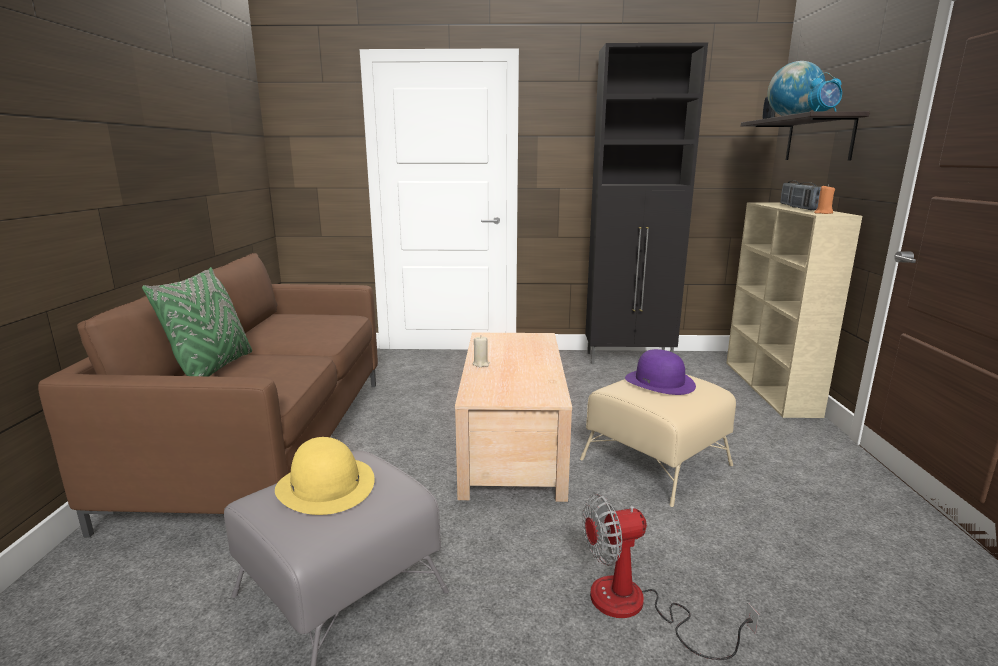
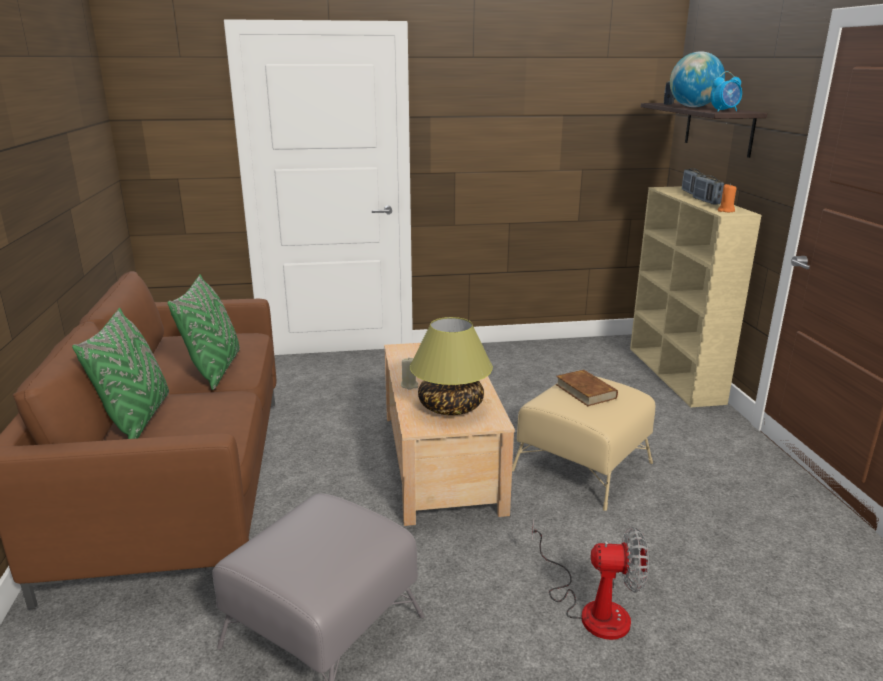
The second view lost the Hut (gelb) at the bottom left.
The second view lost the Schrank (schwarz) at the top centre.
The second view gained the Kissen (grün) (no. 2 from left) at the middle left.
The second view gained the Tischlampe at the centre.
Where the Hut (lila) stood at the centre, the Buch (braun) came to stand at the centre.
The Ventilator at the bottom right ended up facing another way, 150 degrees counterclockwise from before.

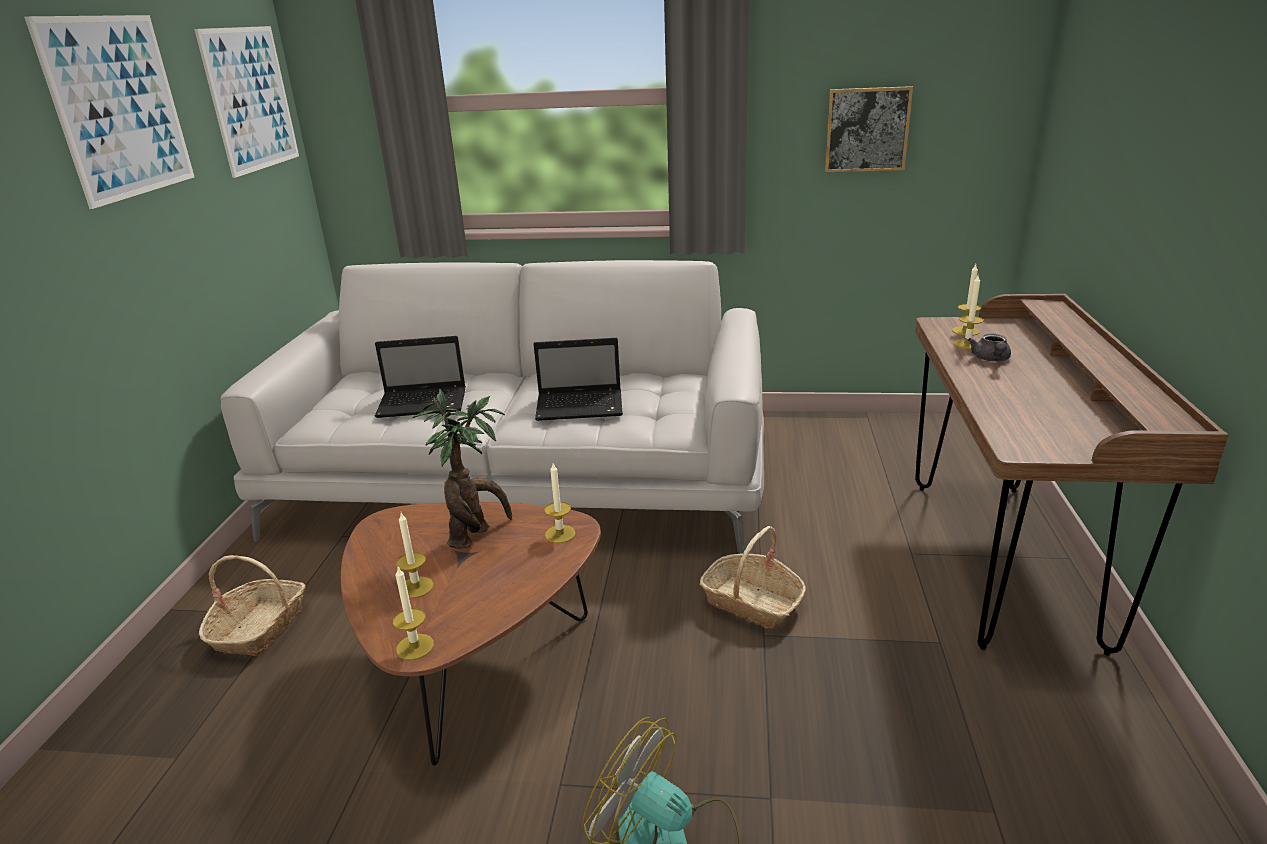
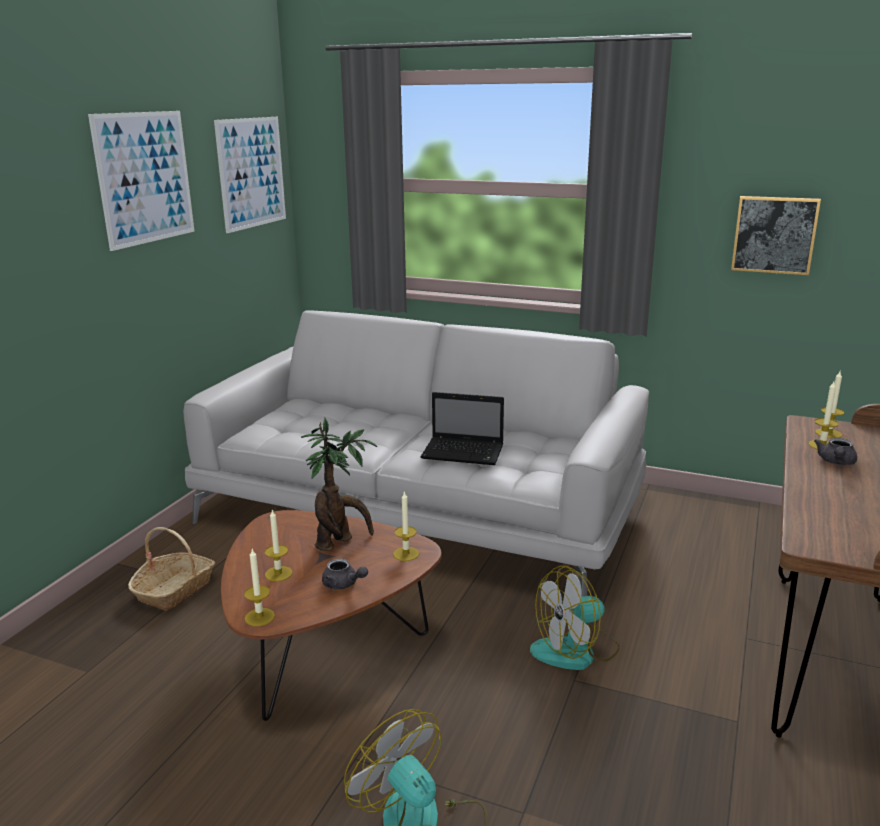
The second view lost the Laptop (no. 1 from left) at the middle left.
The second view gained the Teekanne (grau) (no. 1 from left) at the bottom centre.
Where the Korb (no. 2 from left) stood at the bottom centre, the Ventilator (no. 2 from left) came to stand at the bottom centre.

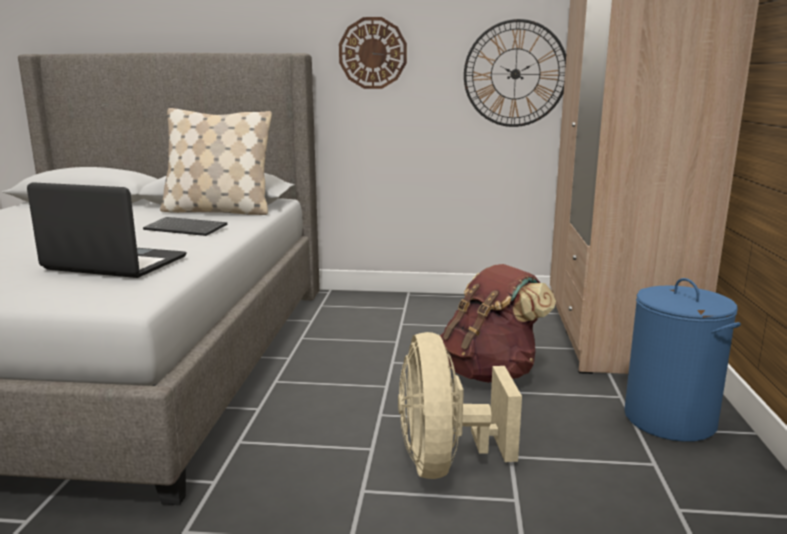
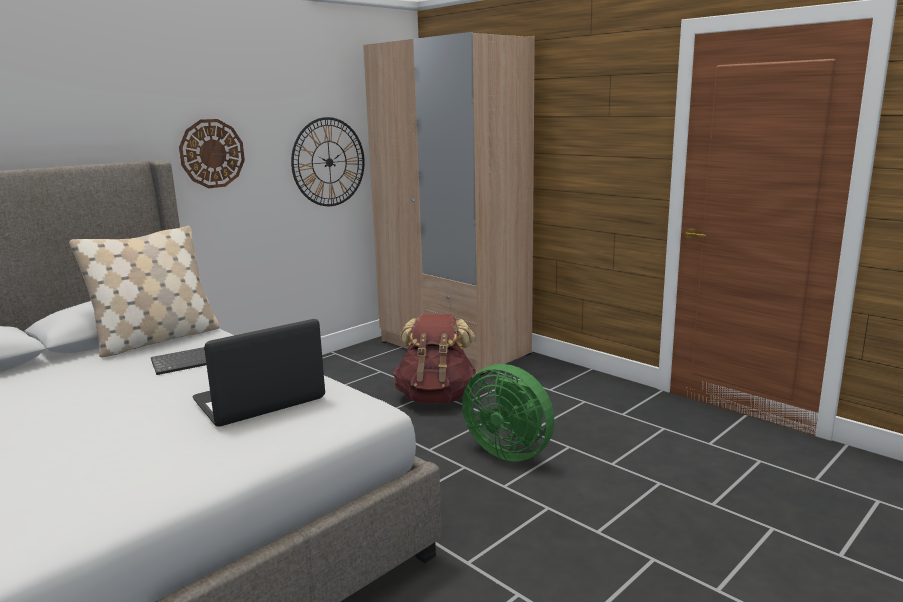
The second view lost the Wäschekorb (blau) at the bottom right.
What was the Ventilator (beige) at the bottom centre turned into the Ventilator (grün) at the bottom centre.

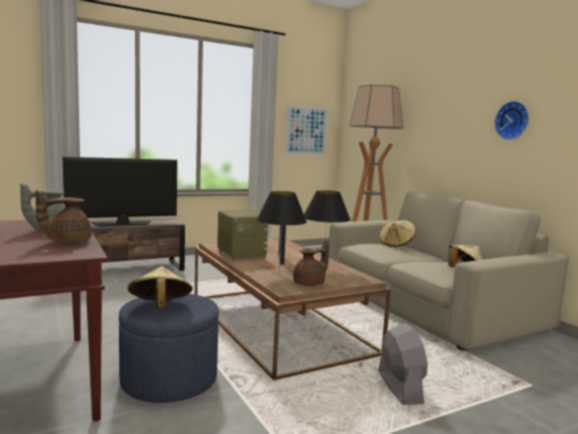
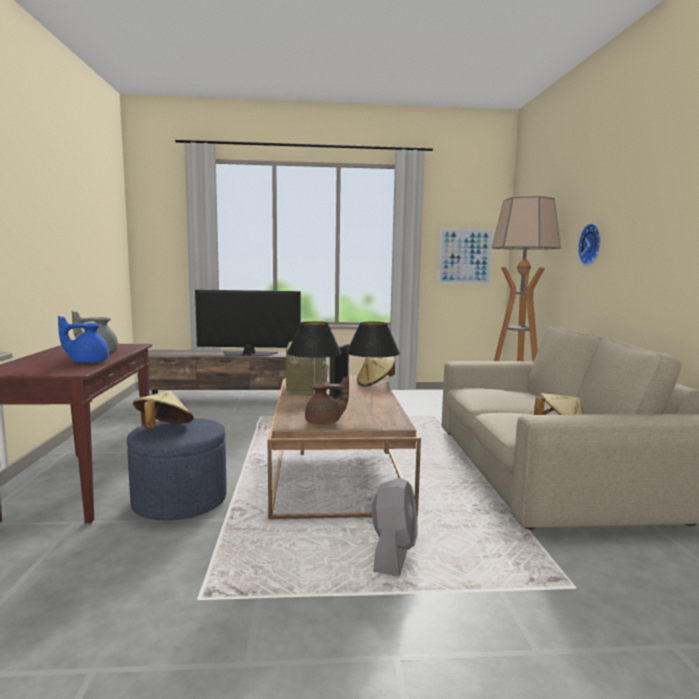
The Hut (beige) (no. 2 from left) ended up elsewhere, having gone from the middle right to the centre.
The Wanduhr ended up elsewhere, having gone from the top right to the middle right.
What was the Teekanne (braun) (no. 1 from left) at the middle left turned into the Teekanne (blau) at the middle left.

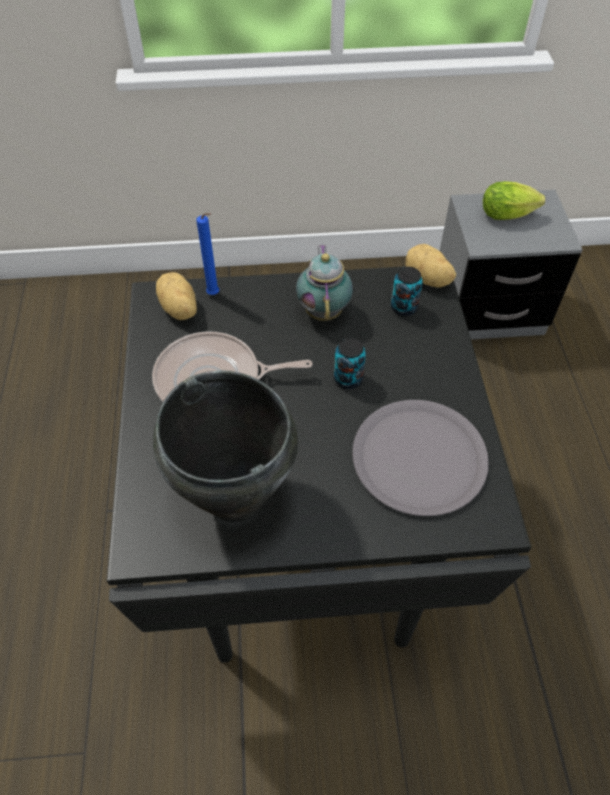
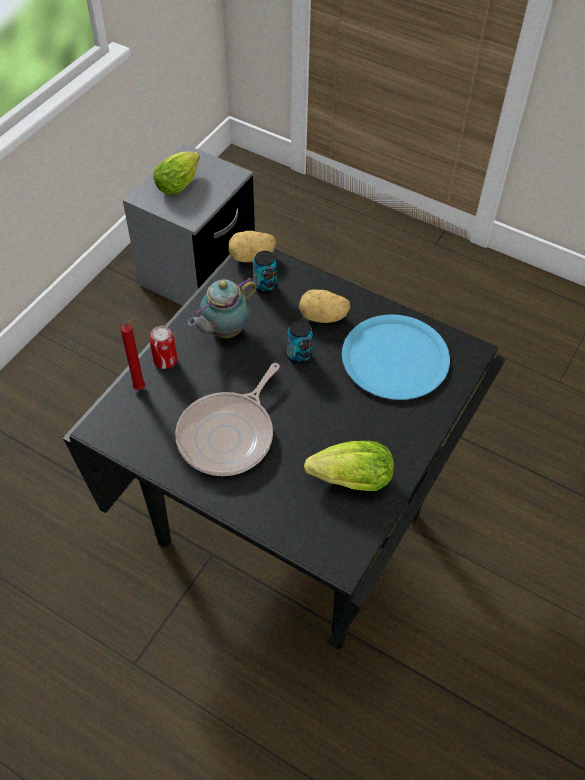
The second view gained the Dose (no. 1 from left) at the middle left.
The Kartoffel (no. 1 from left in the first image) ended up elsewhere, having gone from the middle left to the centre.
Where the Kochtopf (schwarz) stood at the centre, the Salatkopf (no. 2 from left) came to stand at the centre.
What was the Kerze (blau) at the top centre turned into the Kerze (rot) at the middle left.
What was the Teller (grau) at the middle right turned into the Teller (blau) at the middle right.
The Teekanne at the centre ended up facing another way, 75 degrees counterclockwise from before.

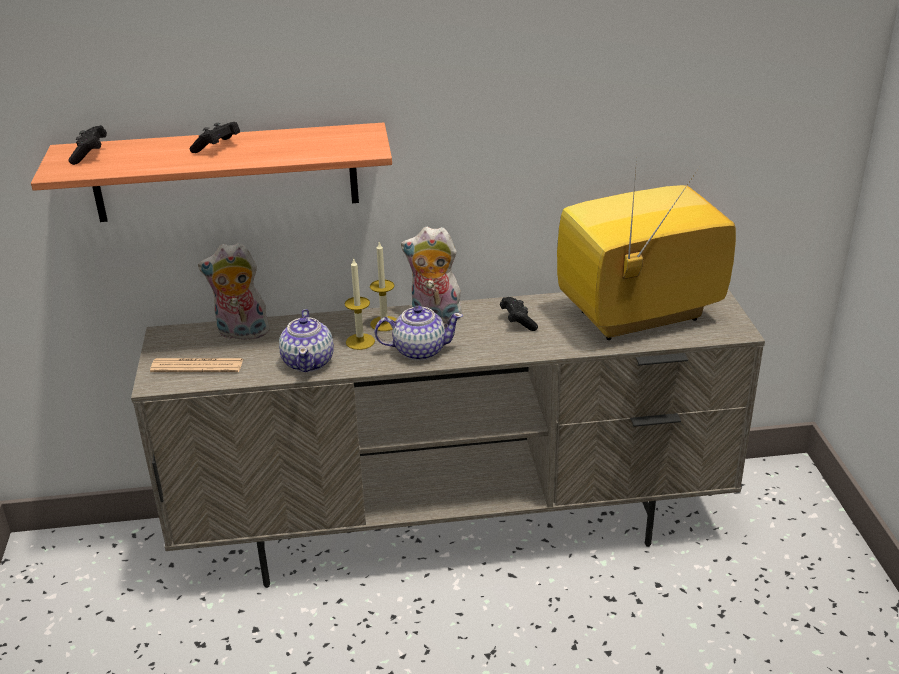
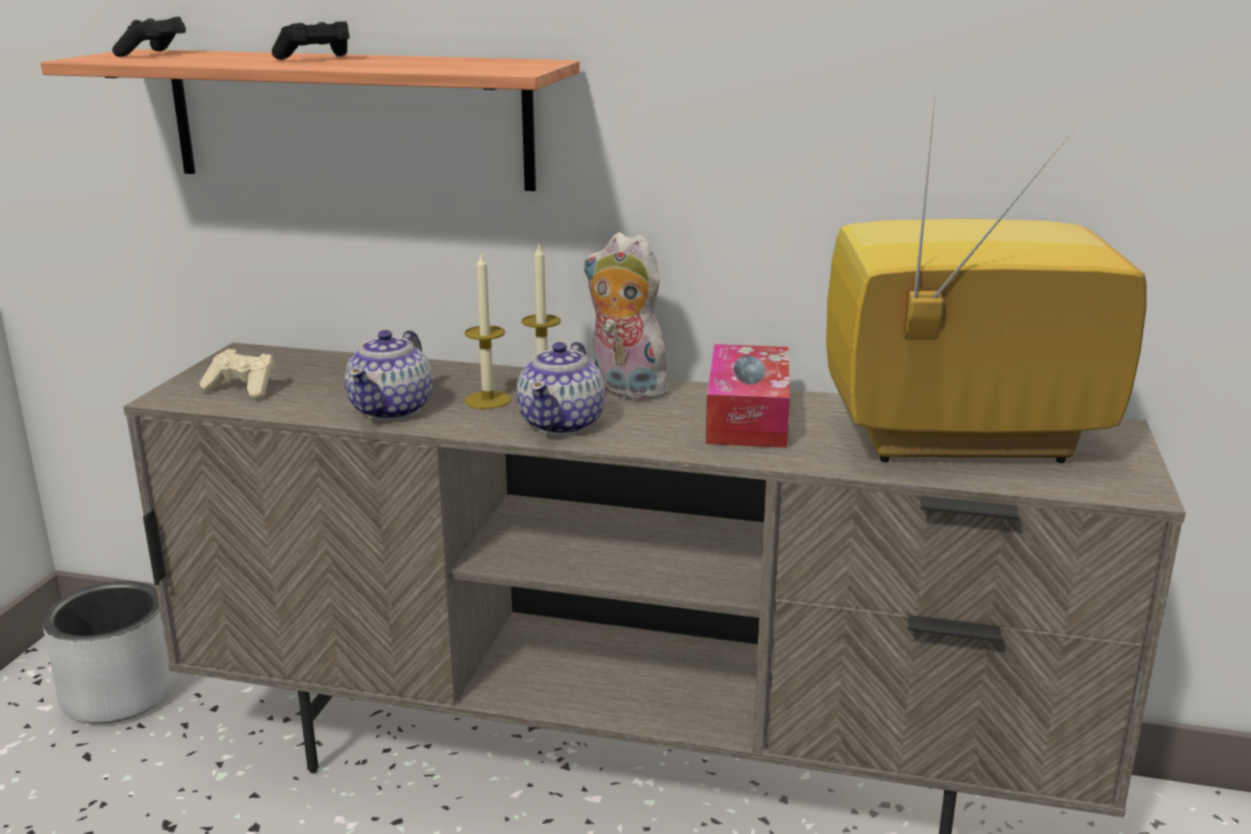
The second view lost the Plüschtier (no. 1 from left) at the middle left.
The second view gained the Pflanzkübel (grau) at the bottom left.
Where the Zeitung stood at the middle left, the Gamepad (beige) came to stand at the middle left.
Where the Gamepad (schwarz) (no. 3 from left) stood at the centre, the Taschentuchbox came to stand at the centre.
The Teekanne (no. 2 from left) at the centre ended up facing another way, 90 degrees clockwise from before.

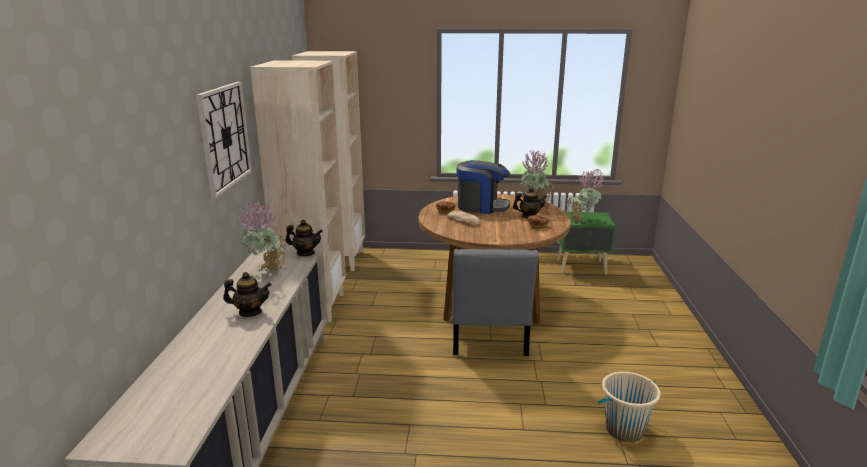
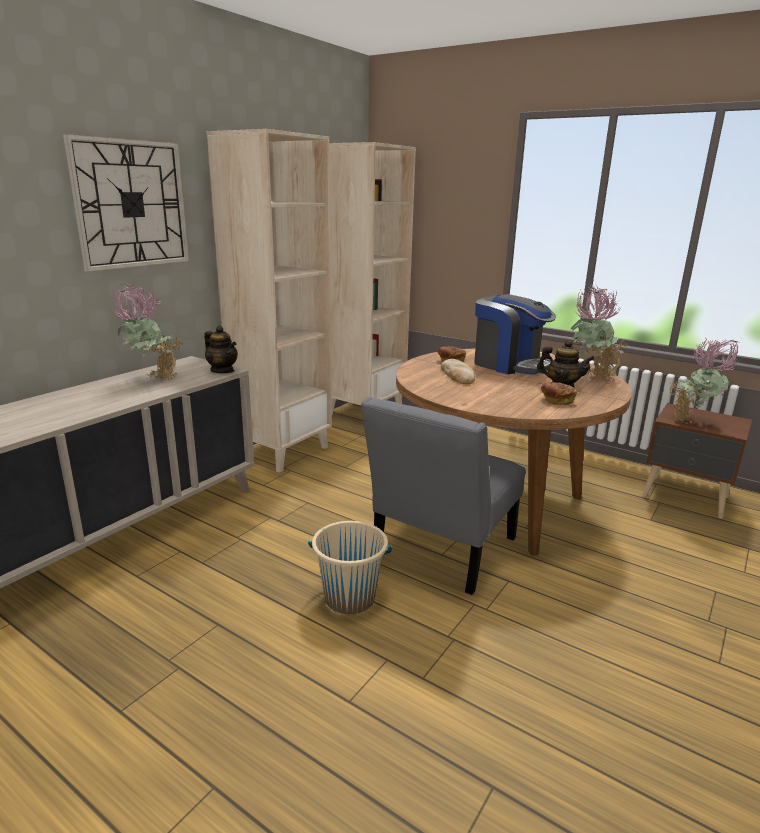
The second view lost the Teekanne (no. 1 from left) at the middle left.
The Eimer (beige) ended up elsewhere, having gone from the bottom right to the bottom centre.
What was the Nachttisch (grün) at the middle right turned into the Nachttisch (braun) at the middle right.

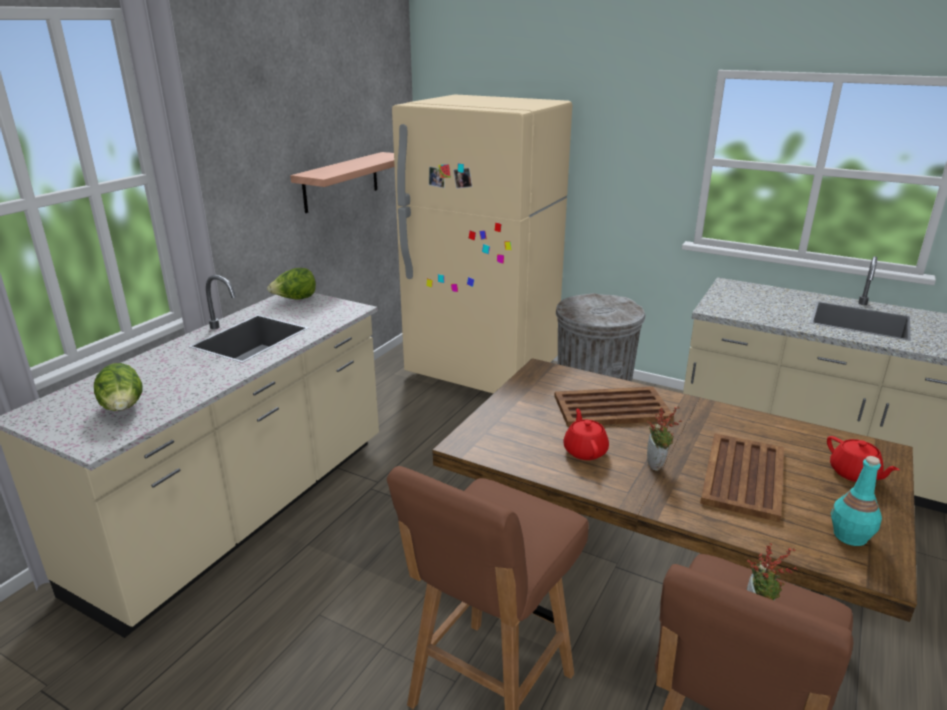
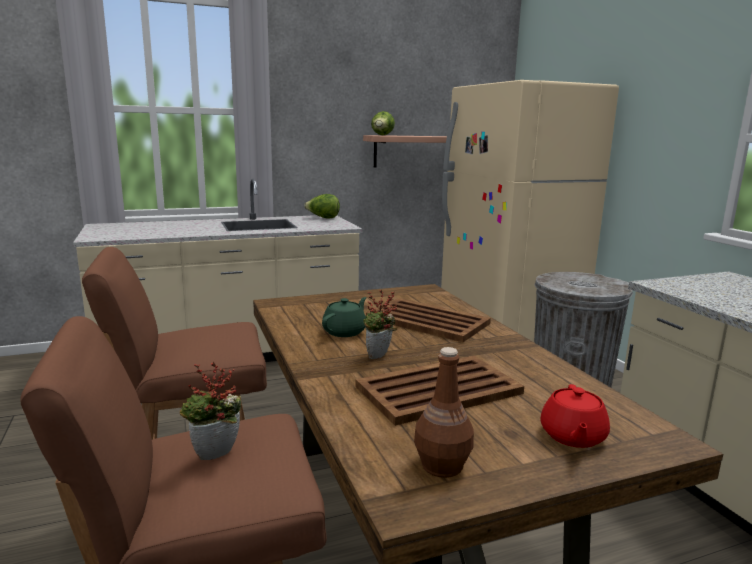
The Salatkopf (no. 1 from left in the first image) ended up elsewhere, having gone from the middle left to the top centre.
What was the Teekanne (rot) (no. 1 from left) at the centre turned into the Teekanne (grün) at the centre.
What was the Flasche (türkis) at the bottom right turned into the Flasche (braun) at the bottom centre.

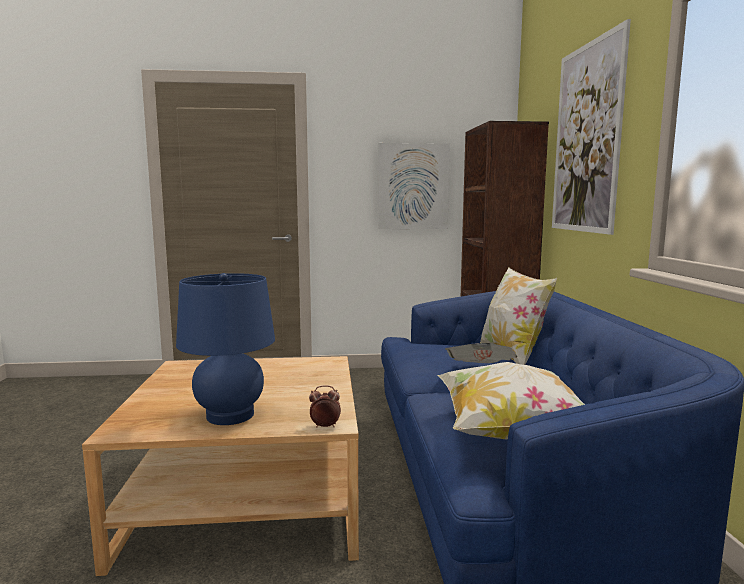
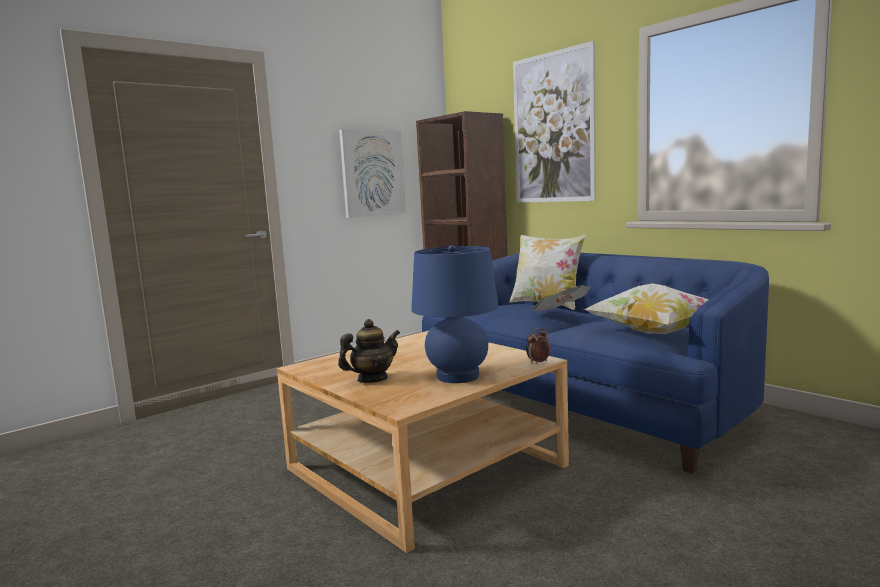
The second view gained the Teekanne at the centre.

